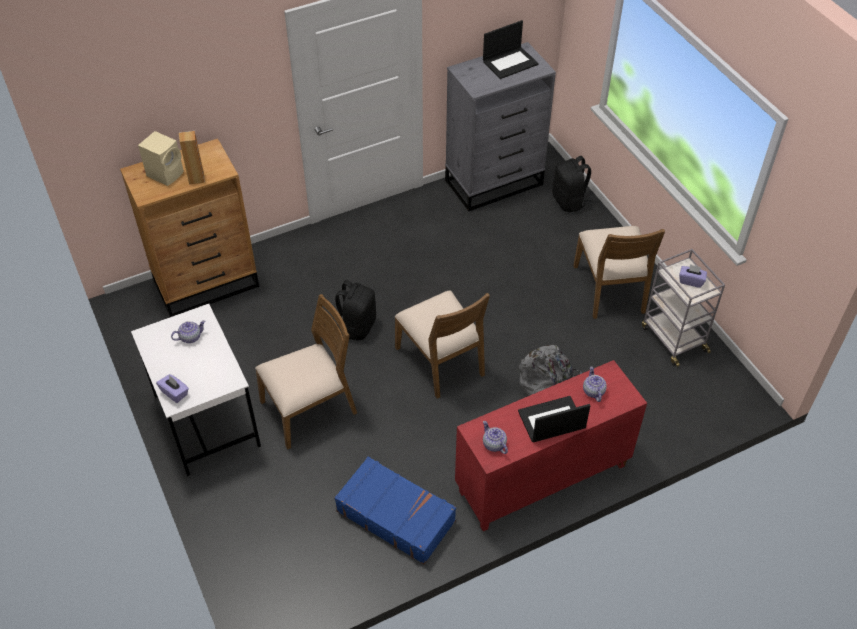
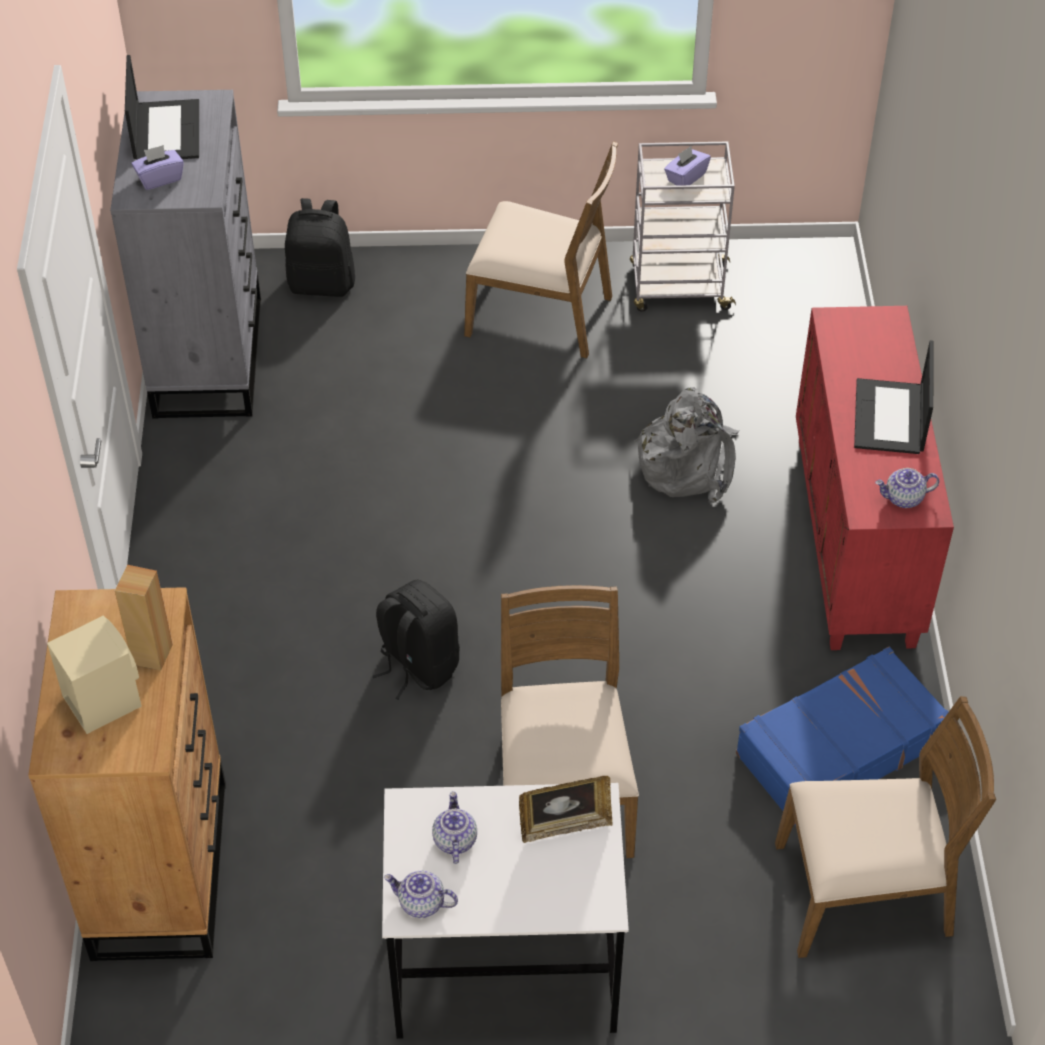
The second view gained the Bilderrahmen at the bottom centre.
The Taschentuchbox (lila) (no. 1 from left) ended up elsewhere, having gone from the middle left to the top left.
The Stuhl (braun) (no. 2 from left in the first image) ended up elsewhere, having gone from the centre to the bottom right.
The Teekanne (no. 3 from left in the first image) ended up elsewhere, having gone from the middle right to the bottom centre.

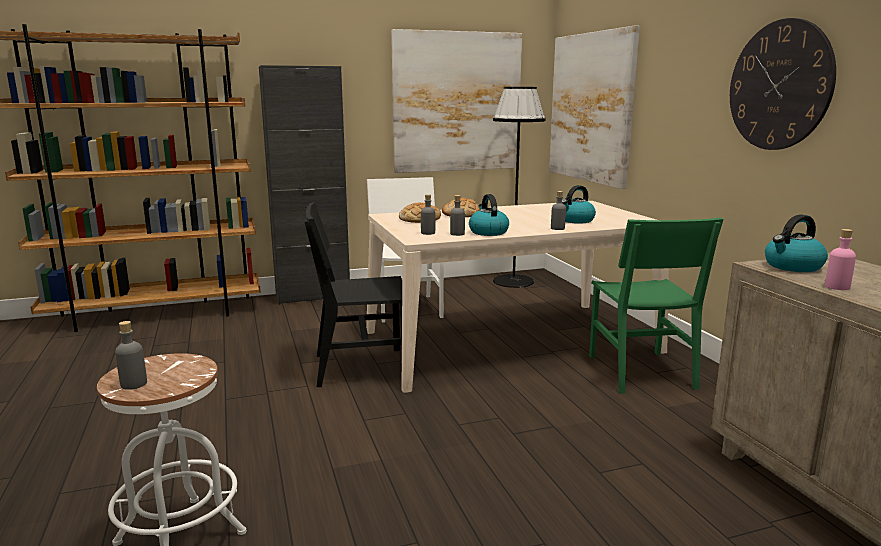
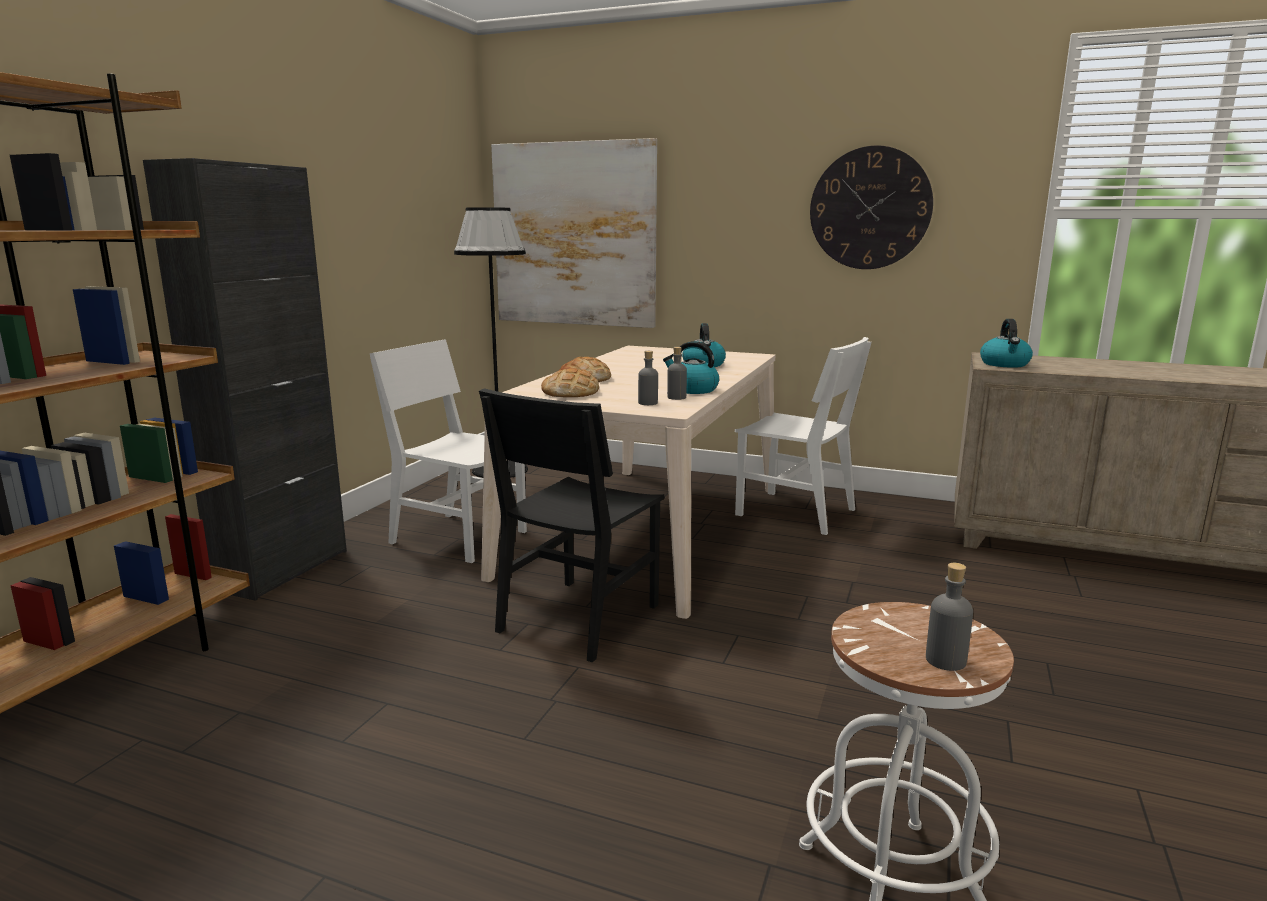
The second view lost the Bild (no. 1 from left) at the top centre.
The second view lost the Flasche (grau) (no. 4 from left) at the centre.
The second view lost the Flasche (rosa) at the middle right.
What was the Stuhl (grün) at the middle right turned into the Stuhl (weiß) (no. 2 from left) at the centre.

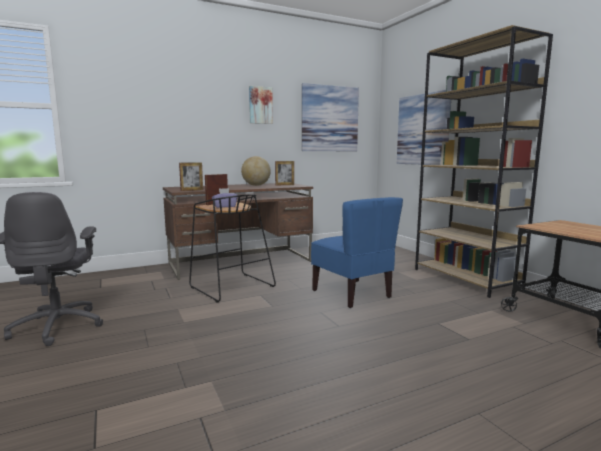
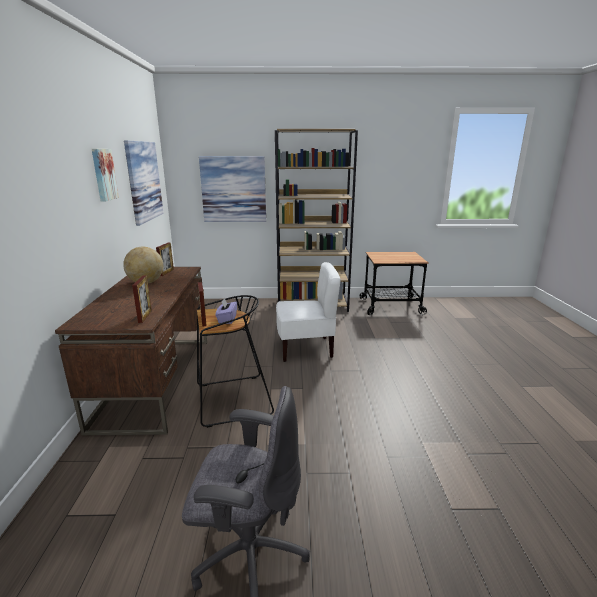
What was the Stuhl (blau) at the centre turned into the Stuhl (weiß) at the centre.

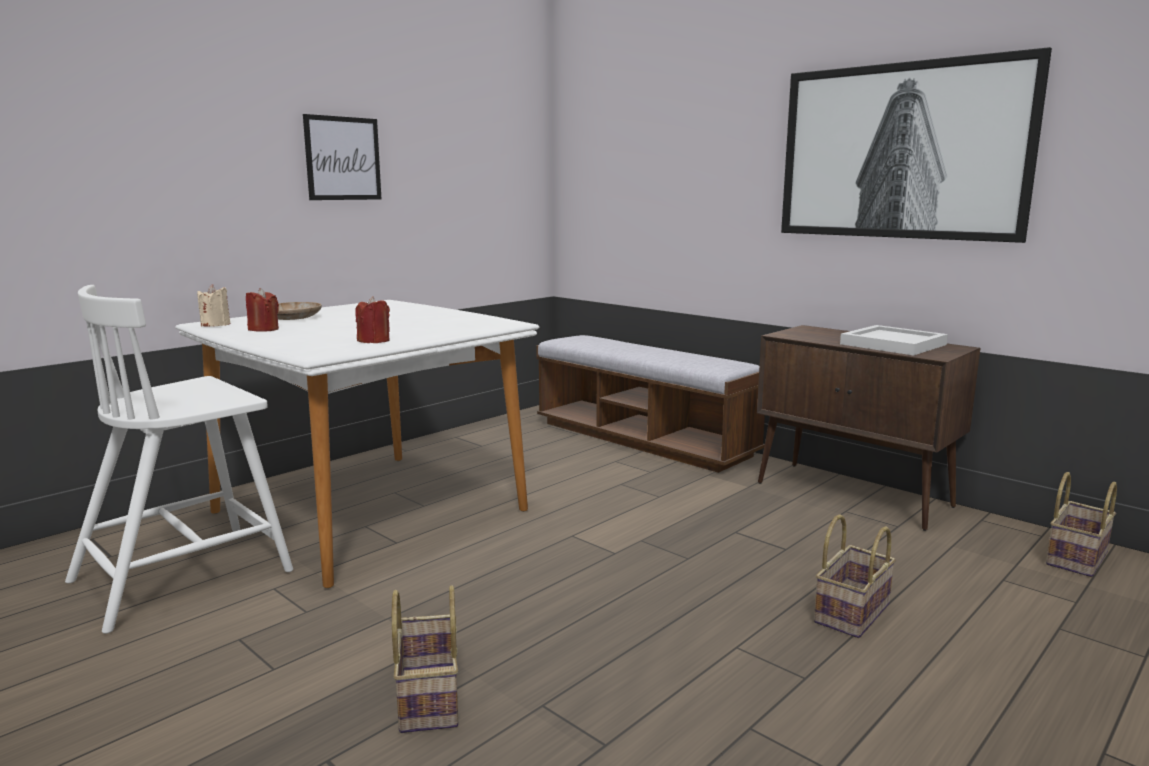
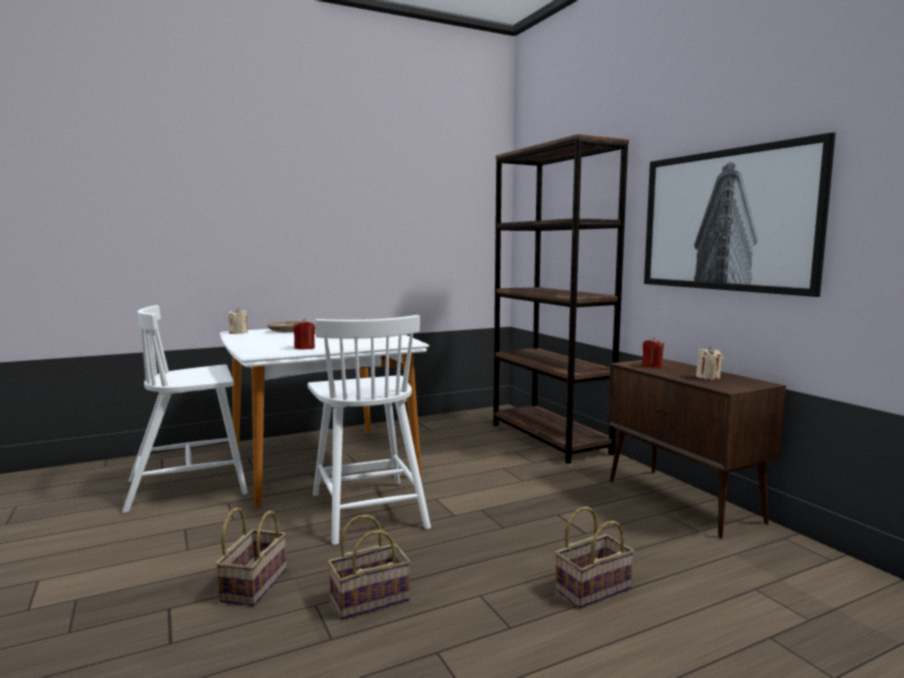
The second view lost the Bild (no. 1 from left) at the top left.
The second view gained the Stuhl (weiß) (no. 2 from left) at the centre.
The Kerze (rot) (no. 1 from left in the first image) ended up elsewhere, having gone from the middle left to the middle right.
The Korb (no. 3 from left in the first image) ended up elsewhere, having gone from the bottom right to the bottom centre.
Where the Bank stood at the centre, the Bücherregal (braun) came to stand at the centre.
Where the Tablett (weiß) stood at the middle right, the Kerze (beige) (no. 2 from left) came to stand at the middle right.

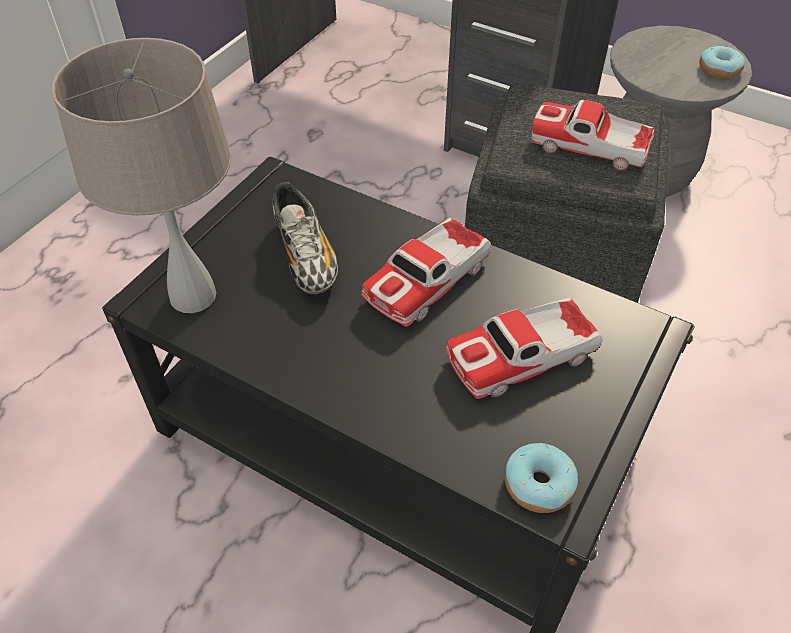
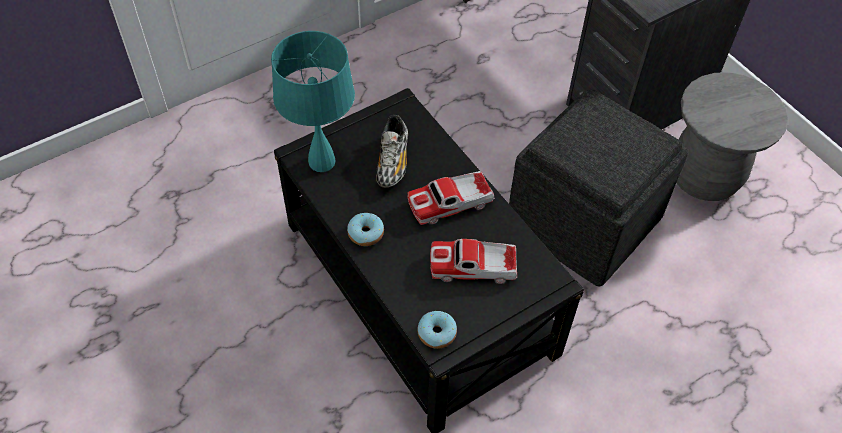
The second view lost the Spielzeugauto (no. 3 from left) at the top right.
The Donut (no. 2 from left in the first image) ended up elsewhere, having gone from the top right to the centre.
What was the Tischlampe (beige) at the top left turned into the Tischlampe (türkis) at the top centre.

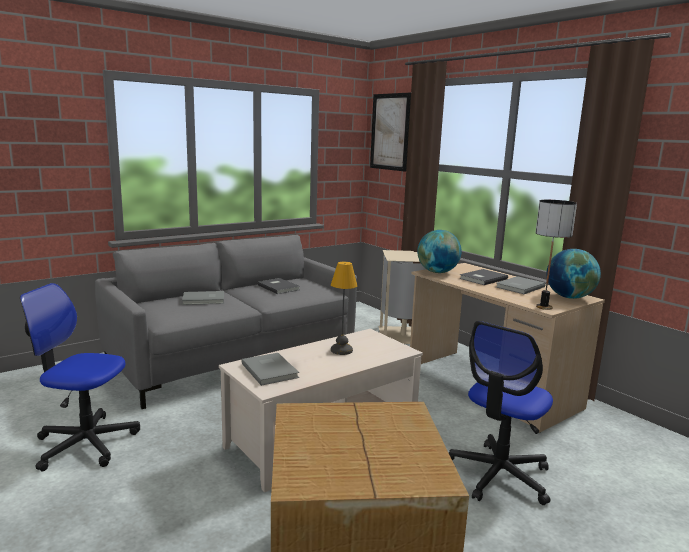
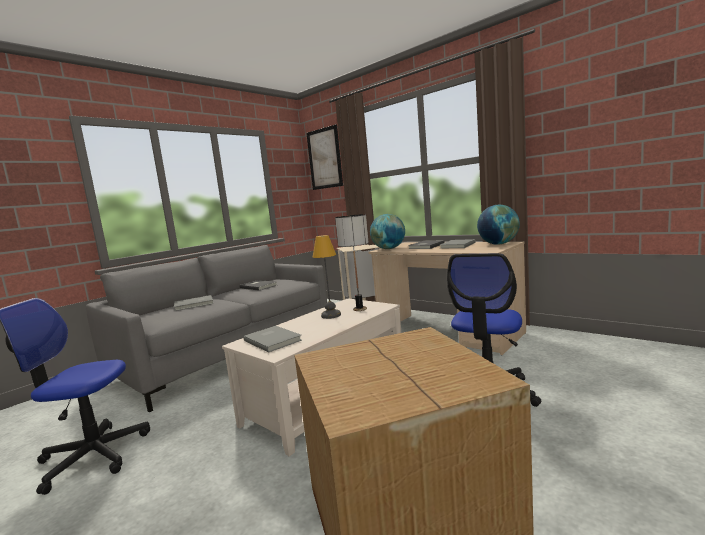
The Tischlampe (no. 2 from left) ended up elsewhere, having gone from the middle right to the centre.

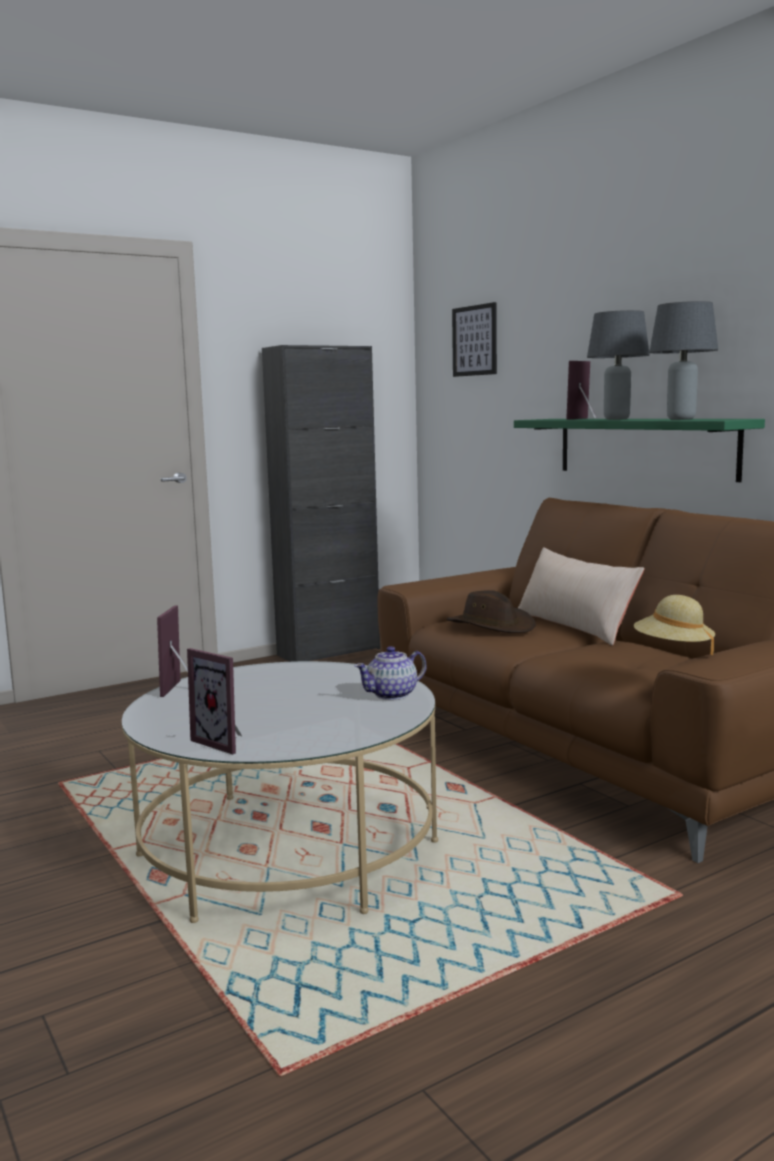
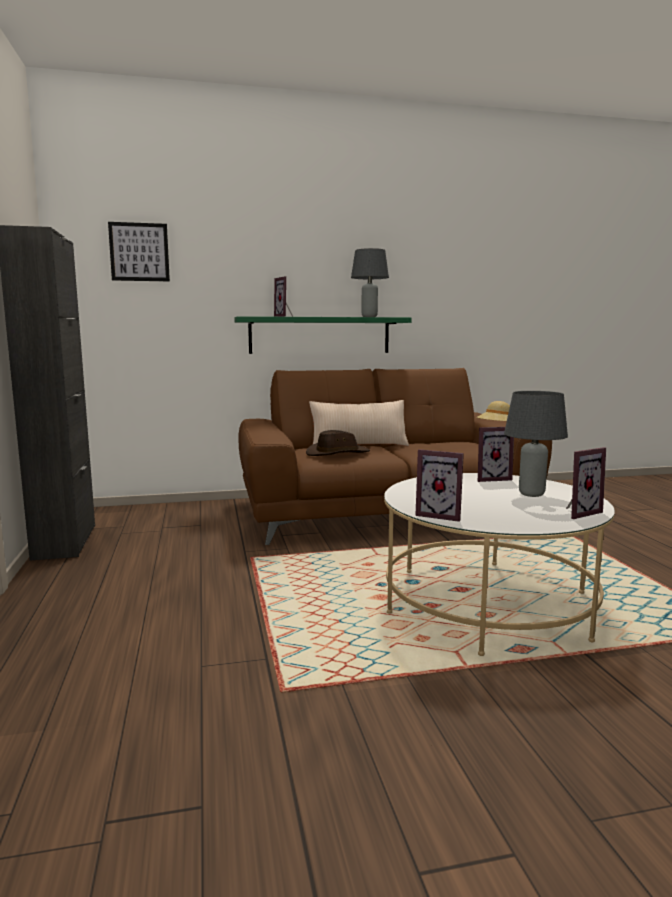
The Tischlampe (grau) (no. 1 from left in the first image) ended up elsewhere, having gone from the top right to the middle right.
Where the Teekanne stood at the centre, the Bilderrahmen (no. 3 from left) came to stand at the middle right.

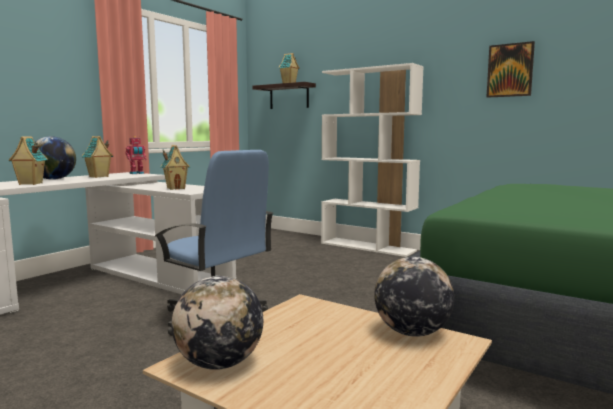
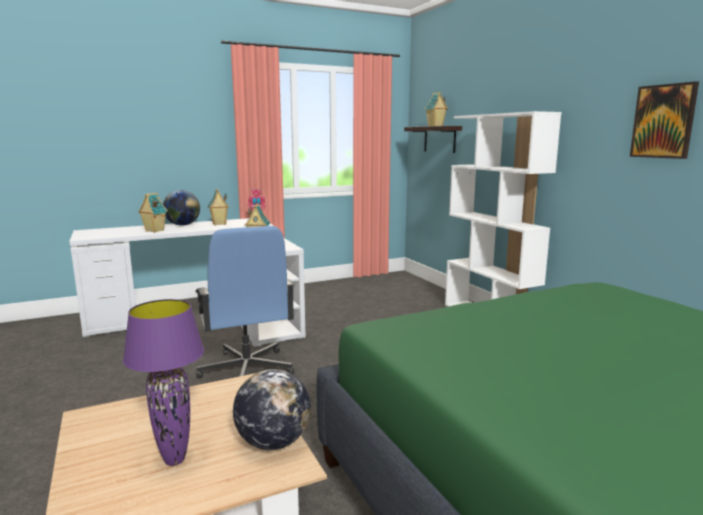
The second view lost the Globus (no. 2 from left) at the bottom centre.
The second view gained the Tischlampe (lila) at the bottom left.

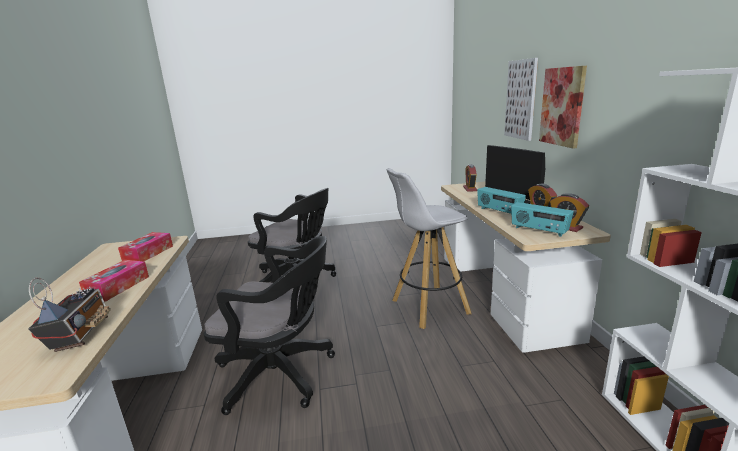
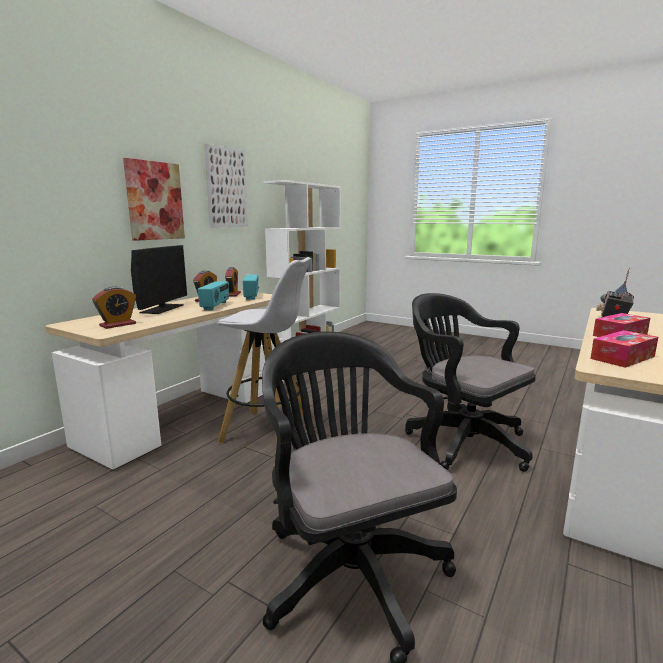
The Bild (no. 1 from left in the first image) ended up elsewhere, having gone from the top right to the top centre.

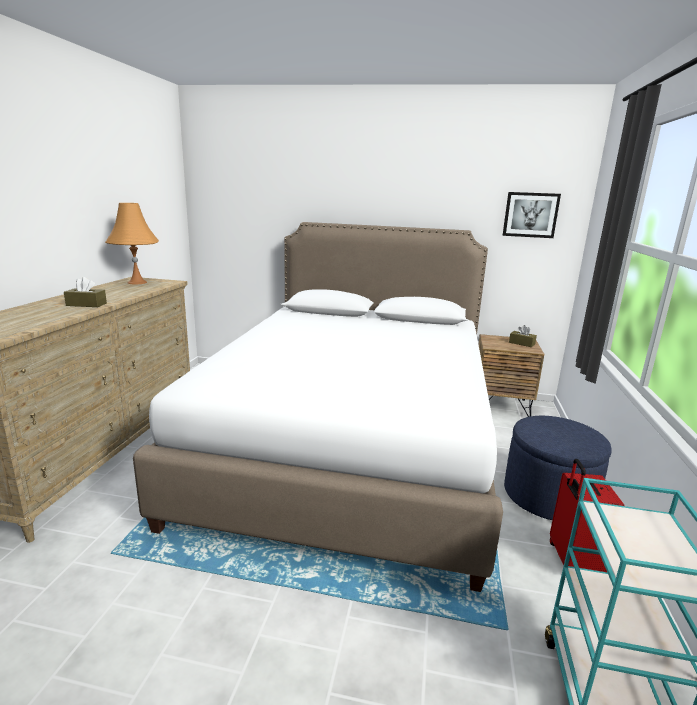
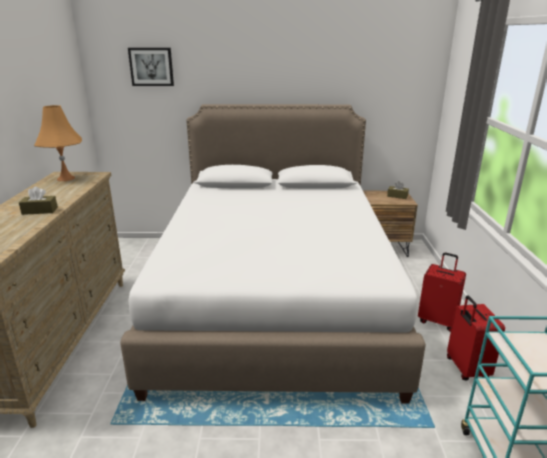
The Bild ended up elsewhere, having gone from the top right to the top left.
Where the Polsterhocker (blau) stood at the middle right, the Koffer (rot) (no. 1 from left) came to stand at the middle right.

